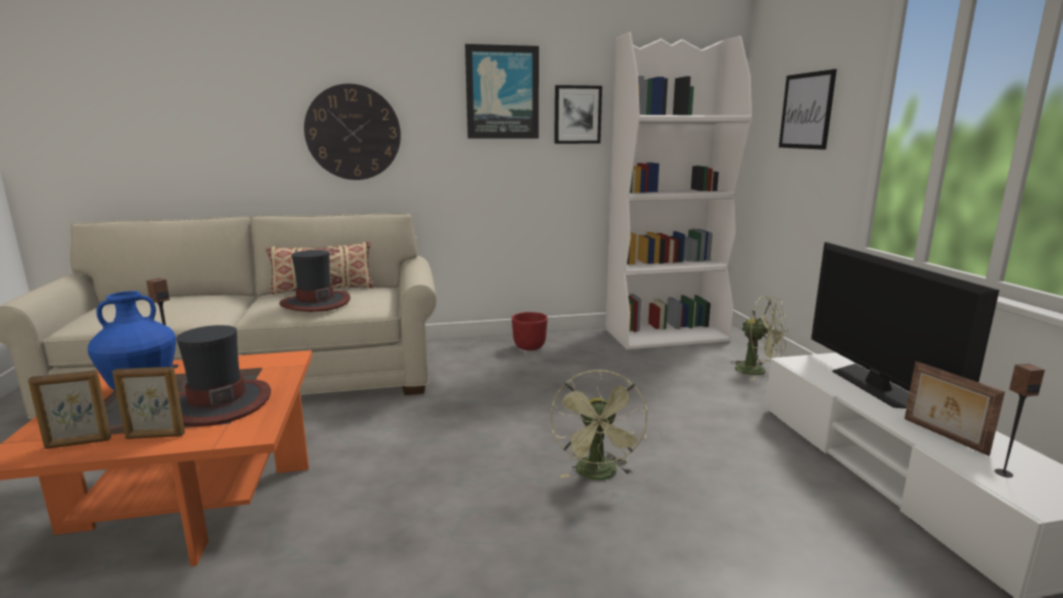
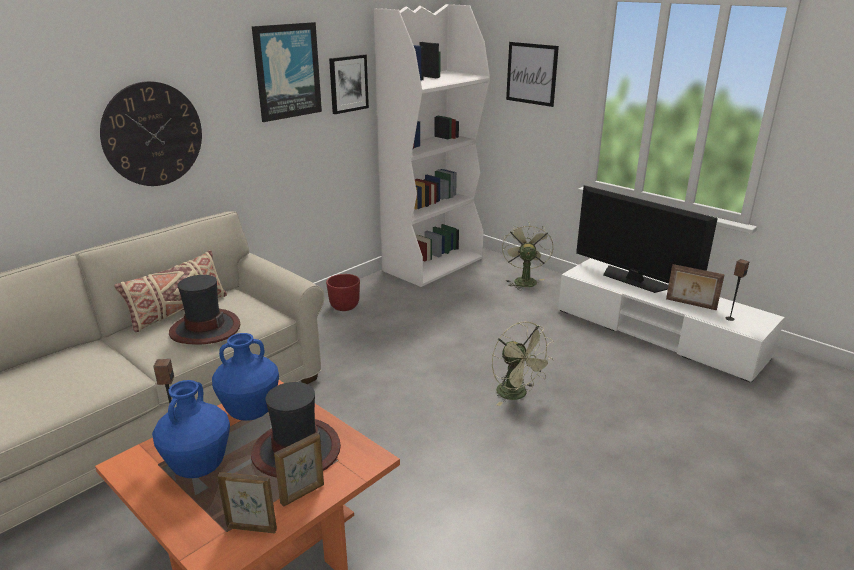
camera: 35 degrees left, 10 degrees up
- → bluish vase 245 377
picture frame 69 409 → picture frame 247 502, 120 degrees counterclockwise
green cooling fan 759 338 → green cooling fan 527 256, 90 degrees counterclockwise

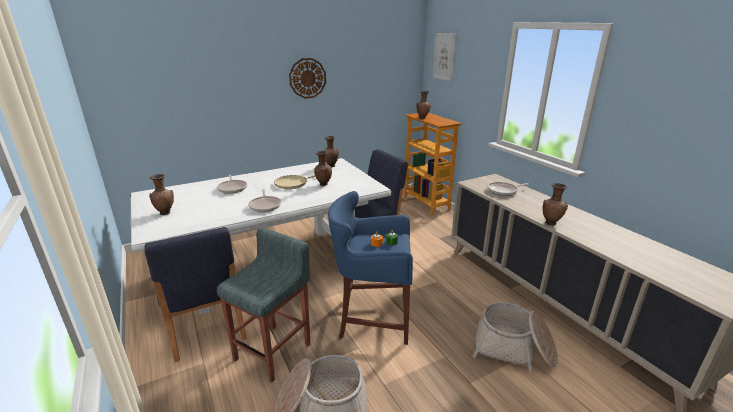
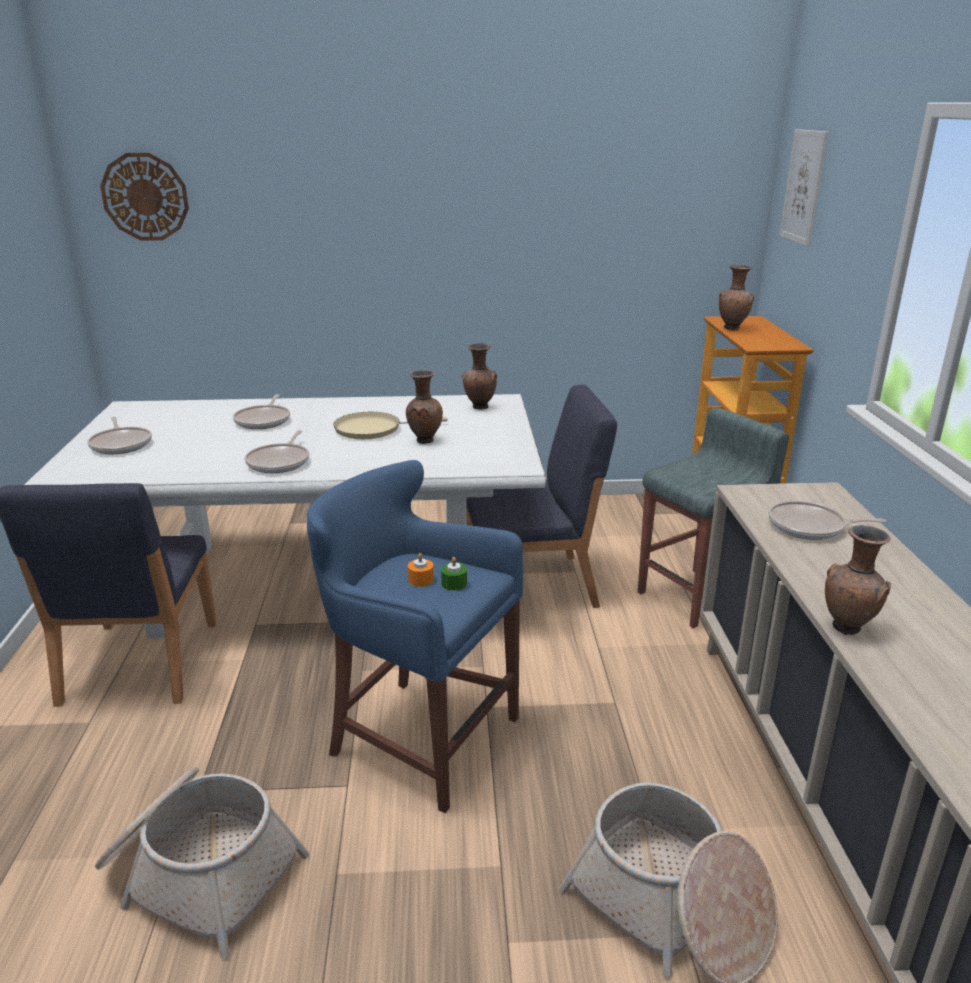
camera: 25 degrees right, 0 degrees up
brown-coloured vase 161 194 → frying pan 119 435
wall clock 307 78 → wall clock 144 197, shifted
grey stool seat 264 305 → grey stool seat 713 518, shifted

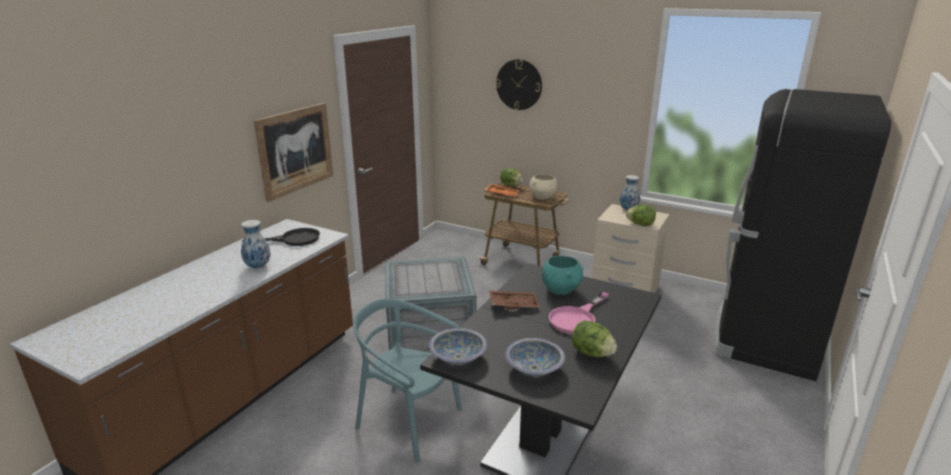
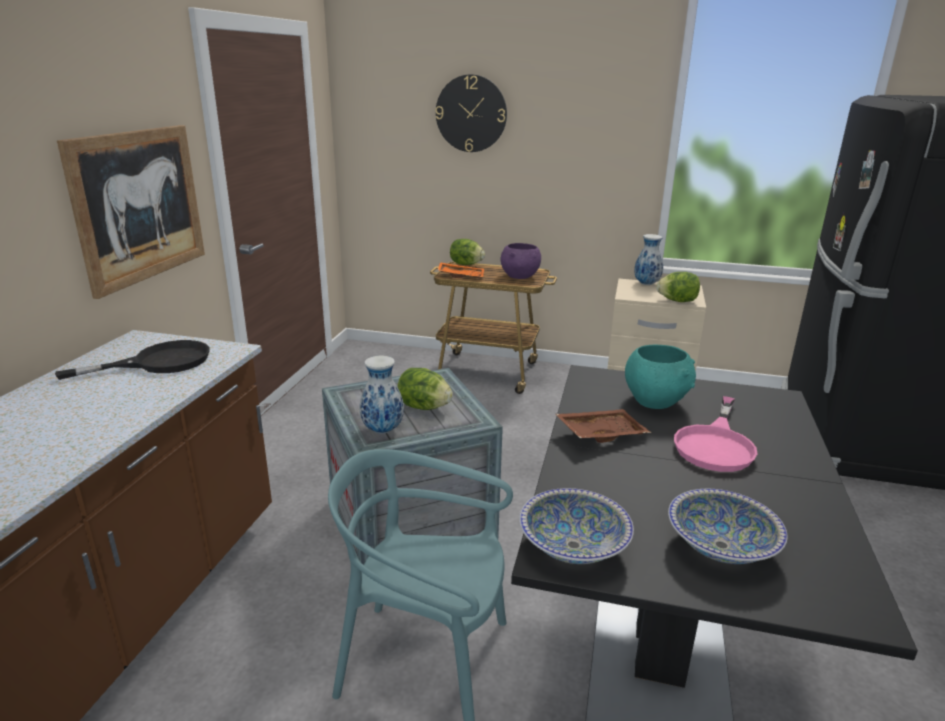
camera: 15 degrees left, 0 degrees up
vase 256 244 → vase 382 394, shifted
lettuce 594 338 → lettuce 425 389, shifted
beige deep dish 543 186 → purple deep dish 521 261

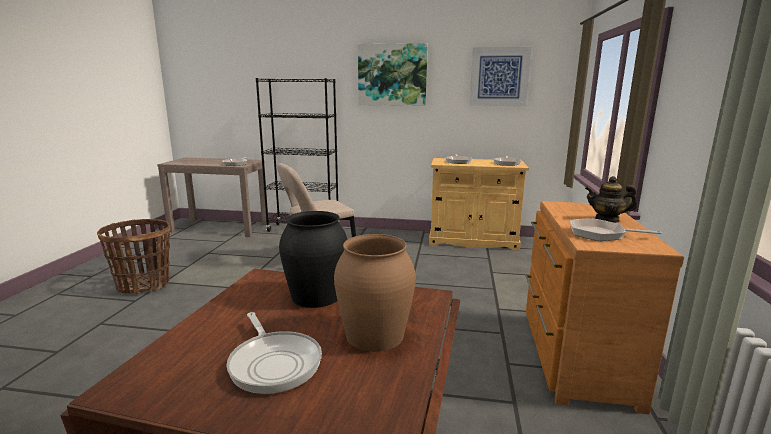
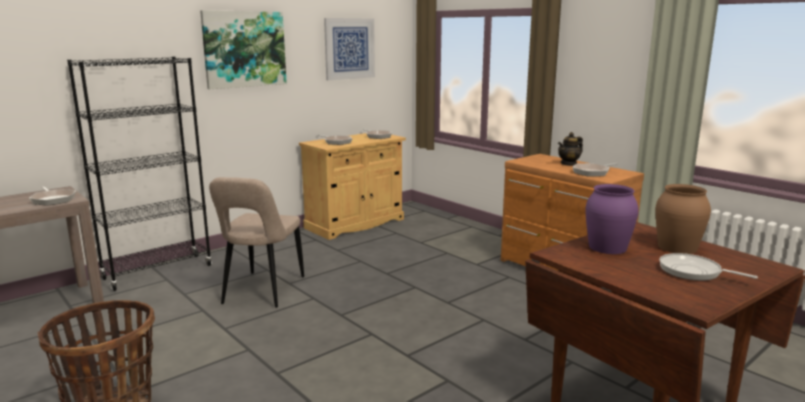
camera: 50 degrees left, 0 degrees up
black vase 313 259 → purple vase 612 219
frying pan 274 353 → frying pan 708 267, 150 degrees counterclockwise

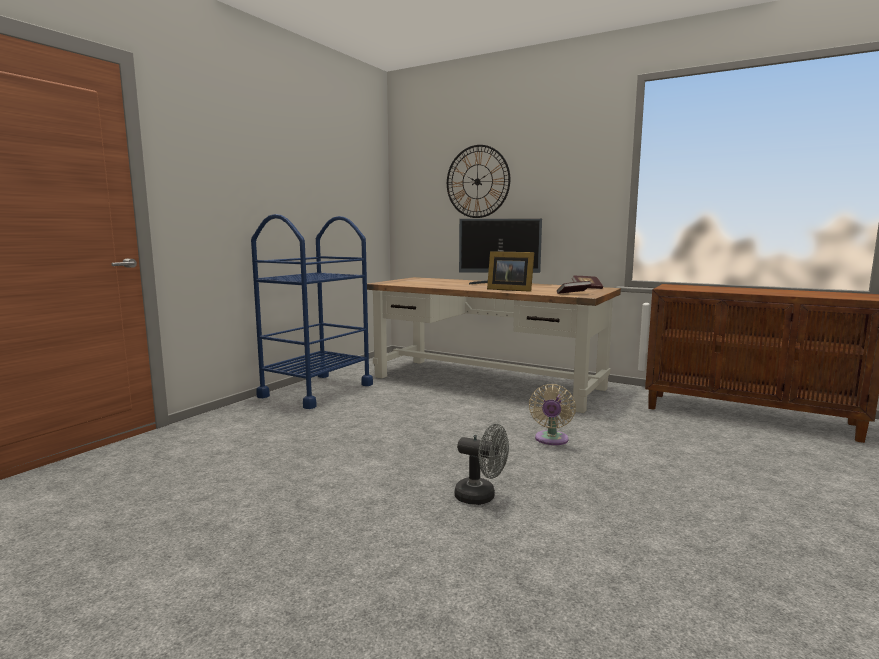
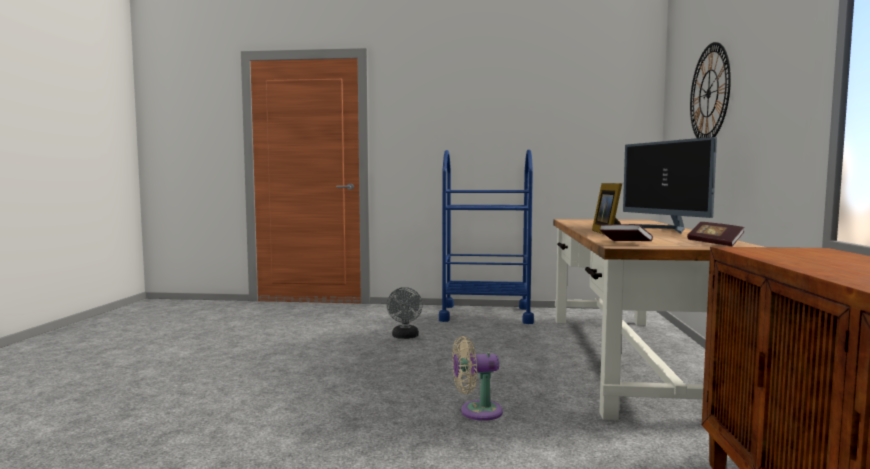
camera: 65 degrees right, 5 degrees down
grey cooling fan 481 464 → grey cooling fan 405 313, shifted

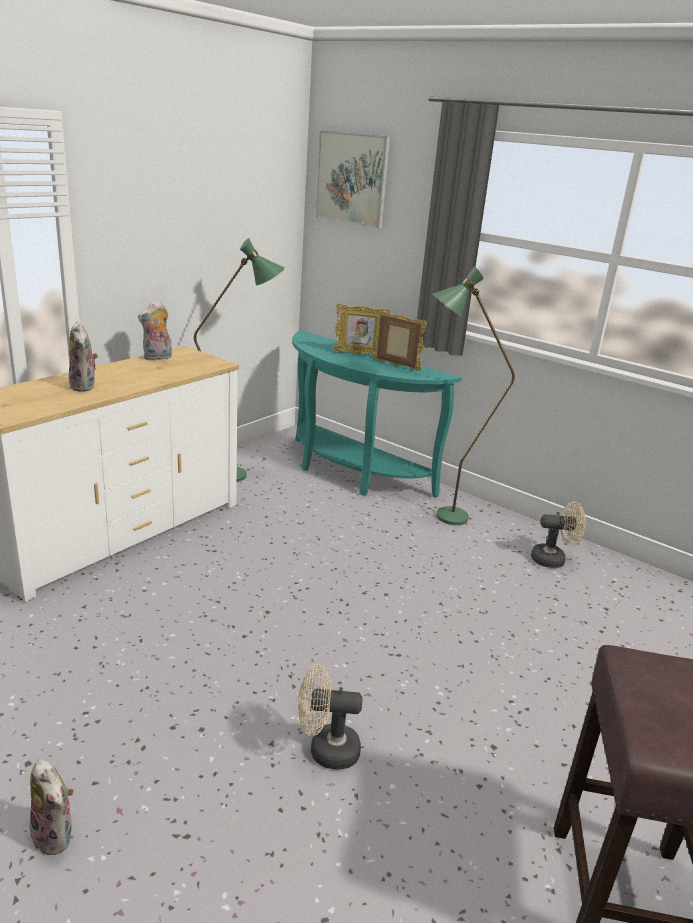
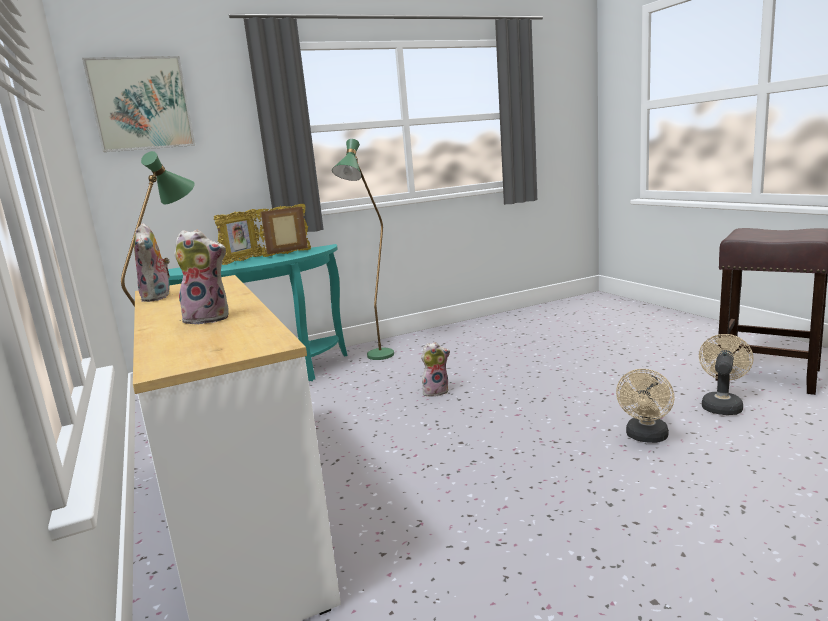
camera: 60 degrees left, 10 degrees down
plush toy 51 807 → plush toy 435 369, shifted
beige cooling fan 558 534 → beige cooling fan 726 374, shifted

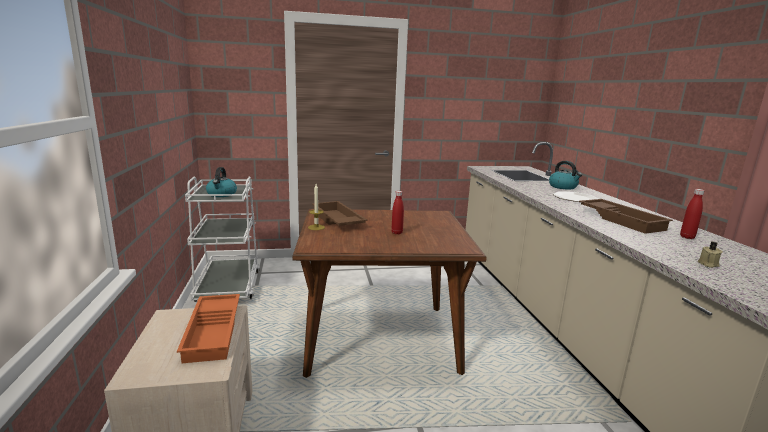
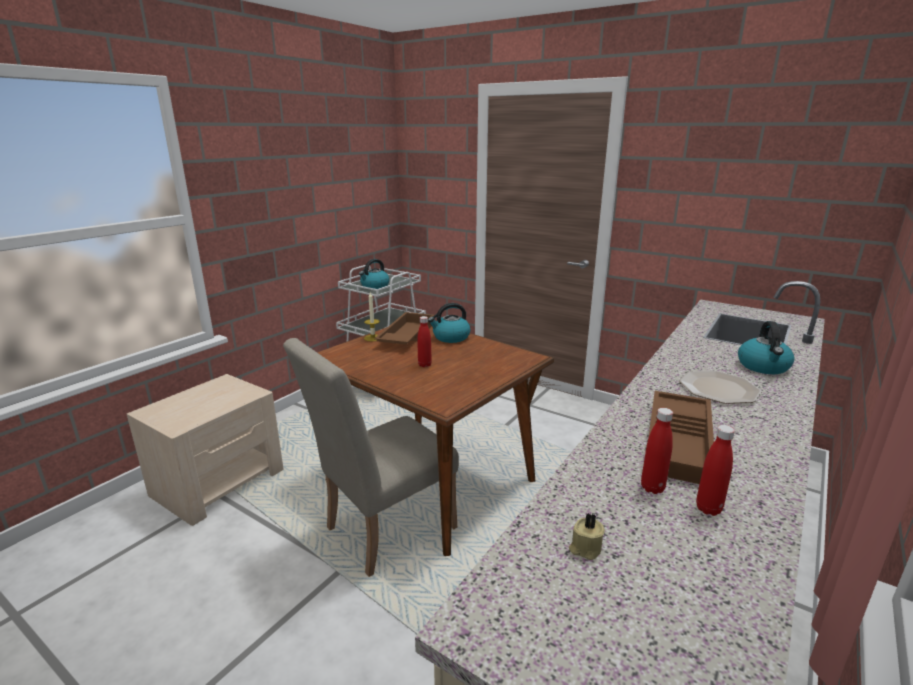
camera: 45 degrees right, 5 degrees up
- → beige upright chair 371 457
- → tea kettle 449 323
- → red-coloured drink bottle 657 451
orange-coloured carrying tray 208 328 → -

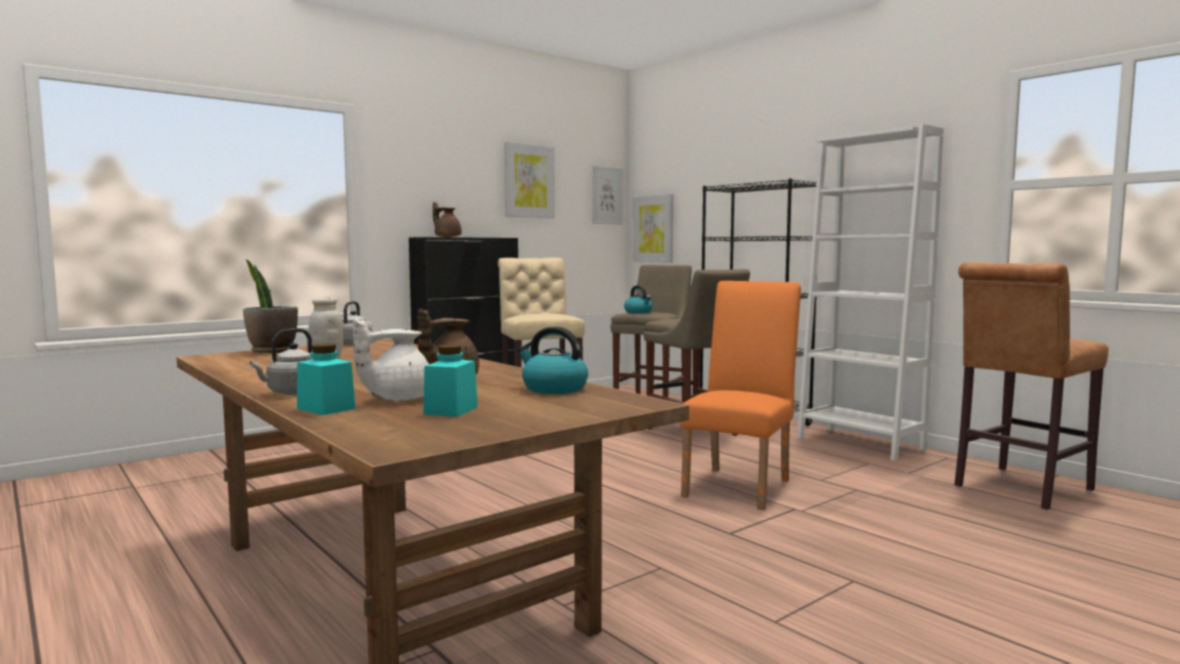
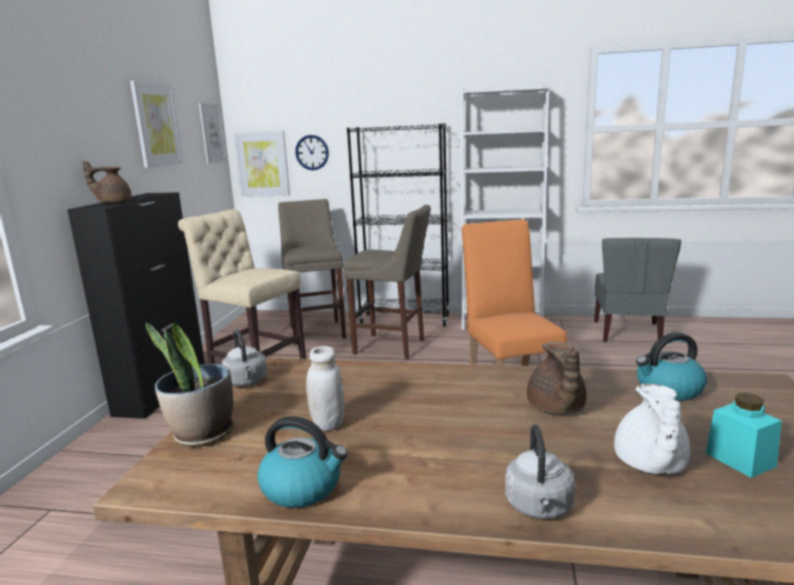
camera: 40 degrees left, 10 degrees up
tea kettle 638 299 → tea kettle 302 462, shifted
- → wall clock 312 152
brown-coloured stool seat 1031 386 → grey upright chair 637 290
turquoise-coloured storage jar 326 379 → -

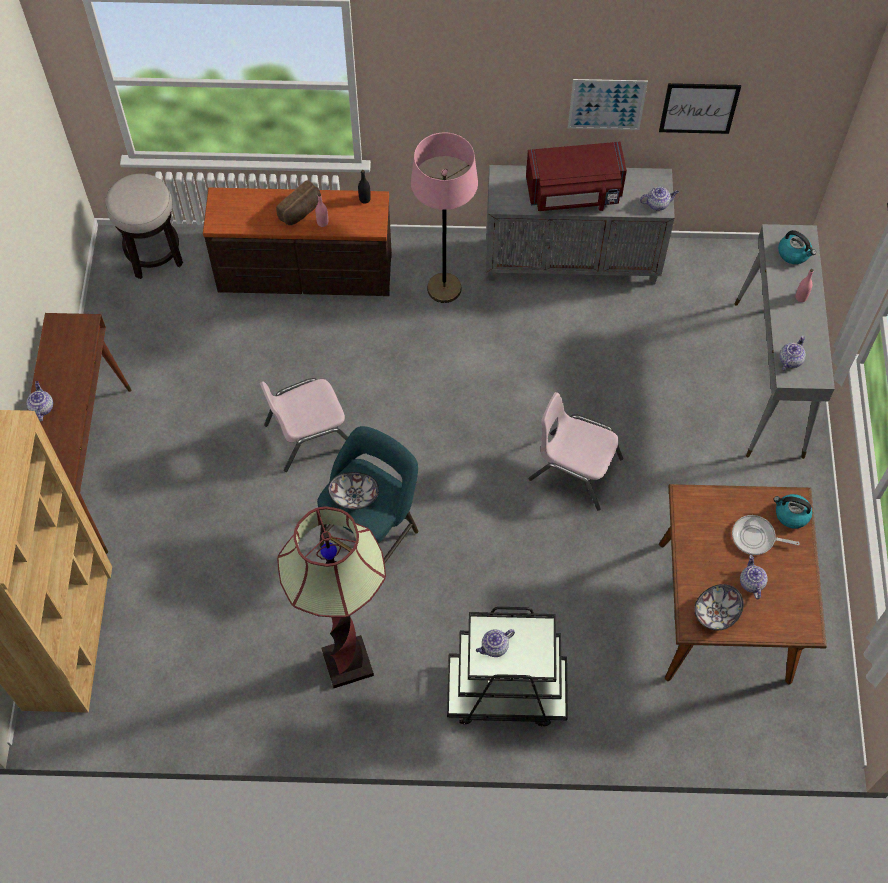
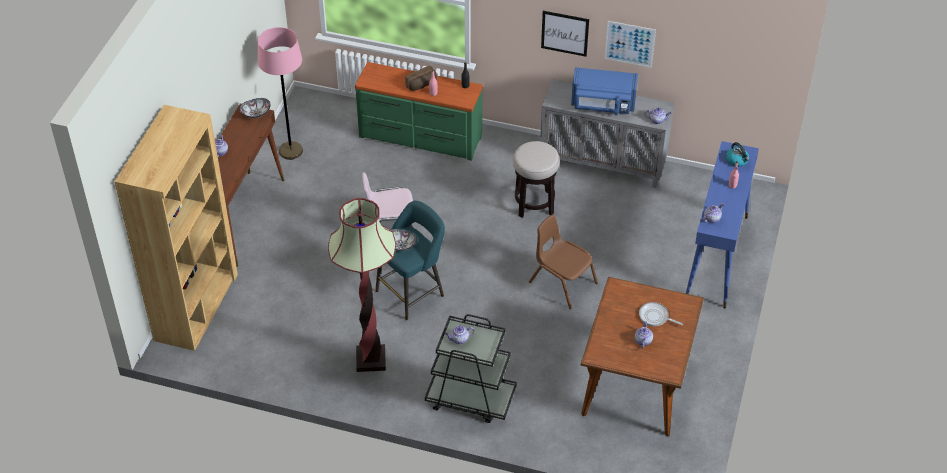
camera: 15 degrees right, 15 degrees down
deep dish 719 607 → deep dish 254 108, shifted
pink-coloured standard lamp 444 217 → pink-coloured standard lamp 280 93, shifted
brown-coloured chest of drawers 297 242 → green chest of drawers 419 111
stool seat 144 226 → stool seat 536 179, shifted
pink-coloured upright chair 576 451 → brown-coloured upright chair 563 262
picture 700 108 → picture 565 34, shifted
red-coloured microwave oven 576 176 → bluish microwave oven 604 91
grey console table 785 341 → bluish console table 722 225
tea kettle 792 511 → -

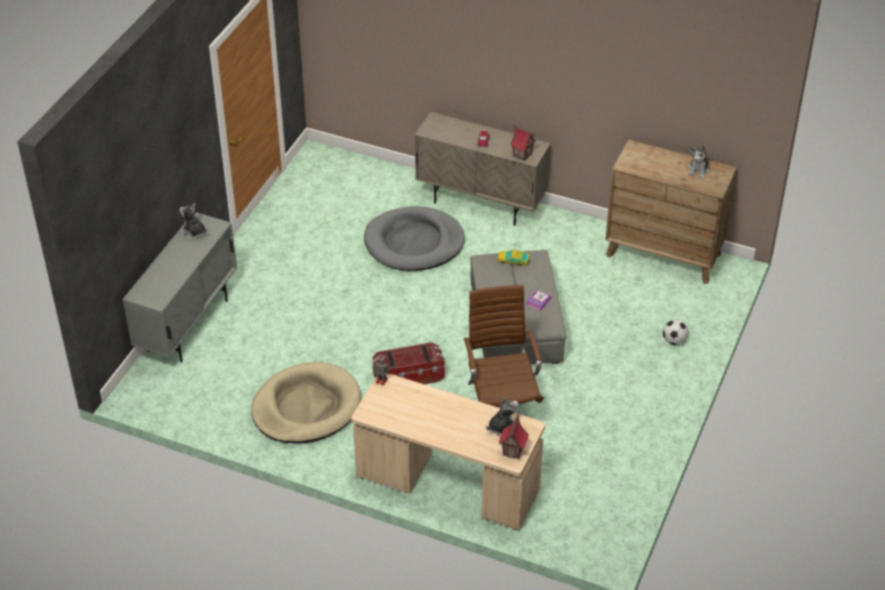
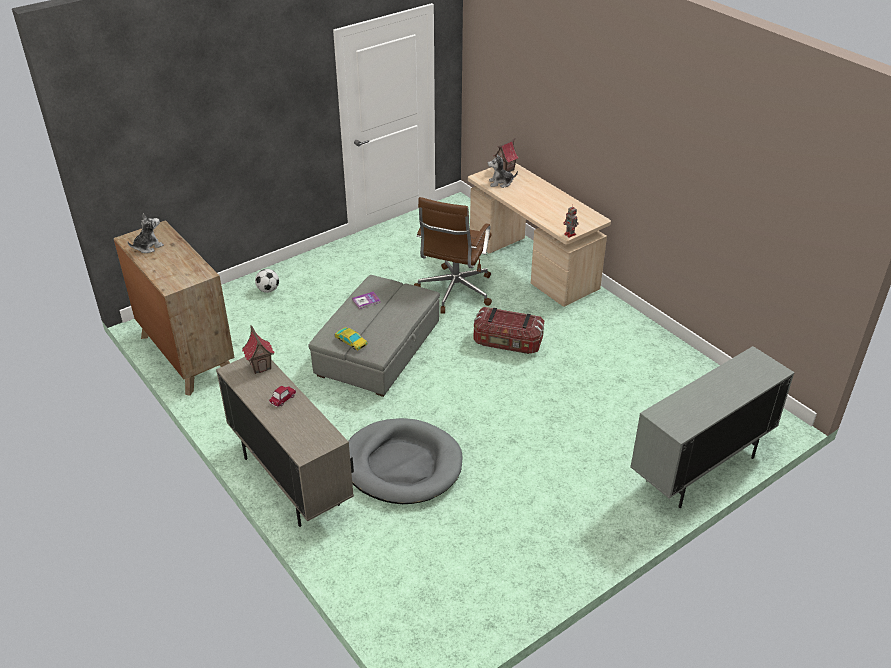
camera: 150 degrees left, 5 degrees down
plush toy 193 221 → -
beige pet bed 306 403 → -

